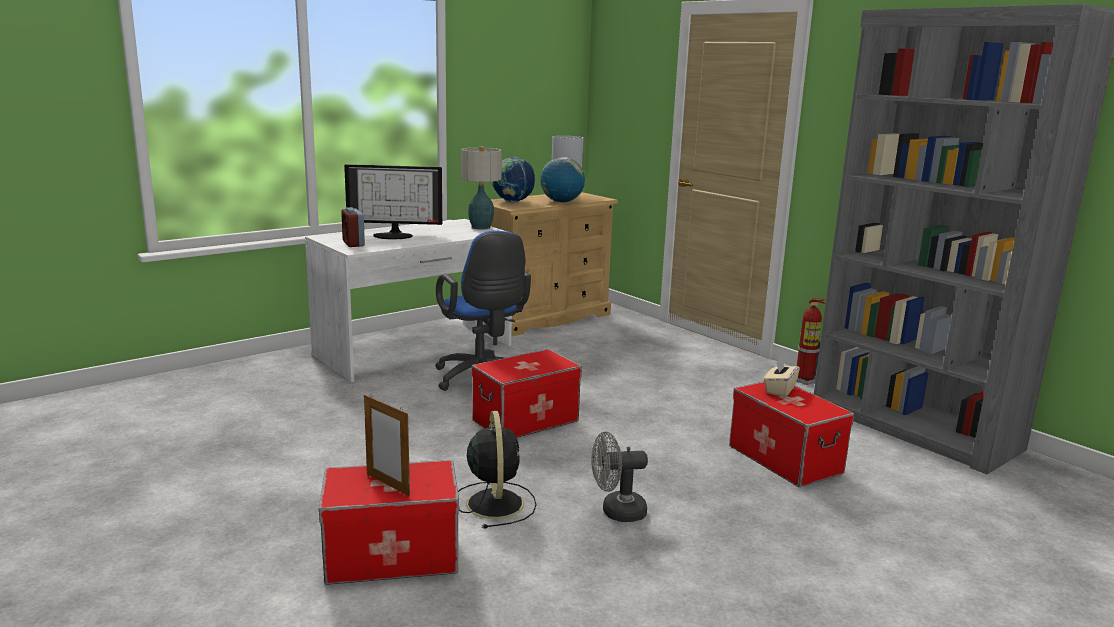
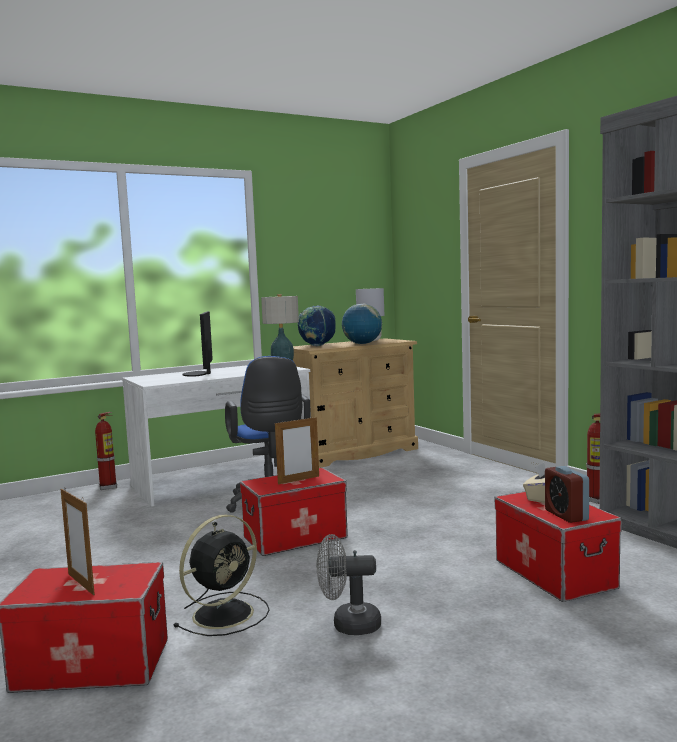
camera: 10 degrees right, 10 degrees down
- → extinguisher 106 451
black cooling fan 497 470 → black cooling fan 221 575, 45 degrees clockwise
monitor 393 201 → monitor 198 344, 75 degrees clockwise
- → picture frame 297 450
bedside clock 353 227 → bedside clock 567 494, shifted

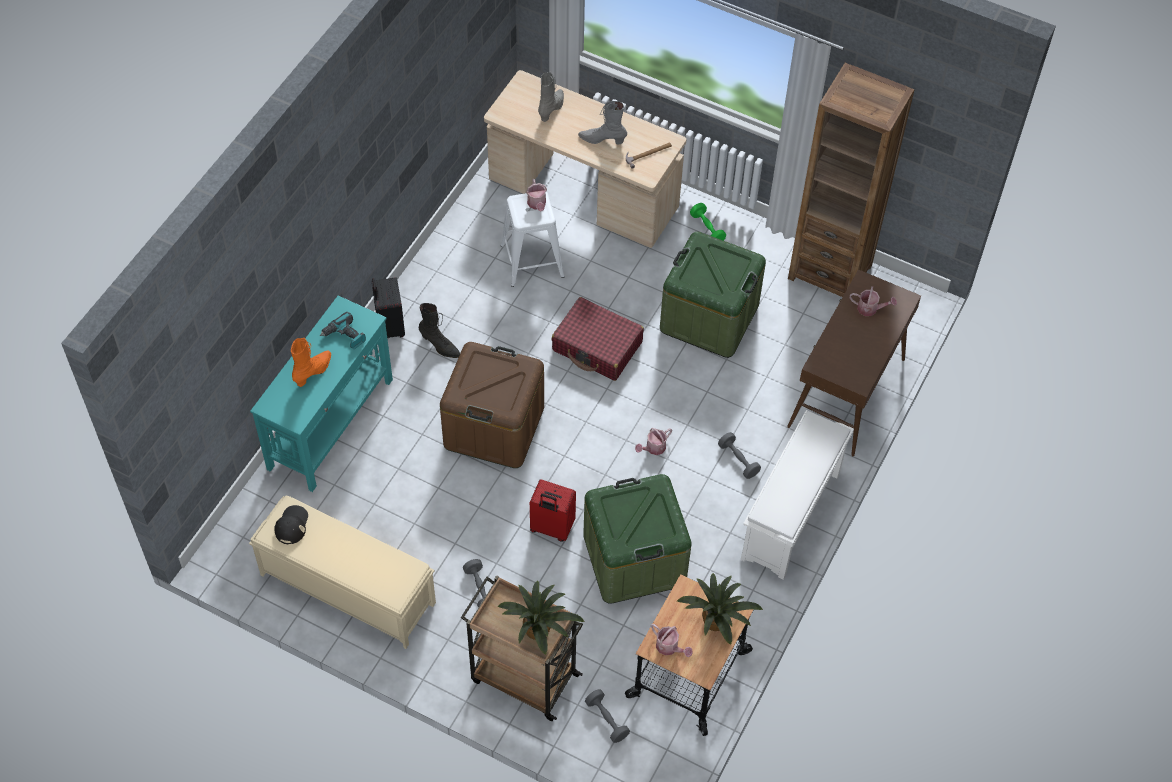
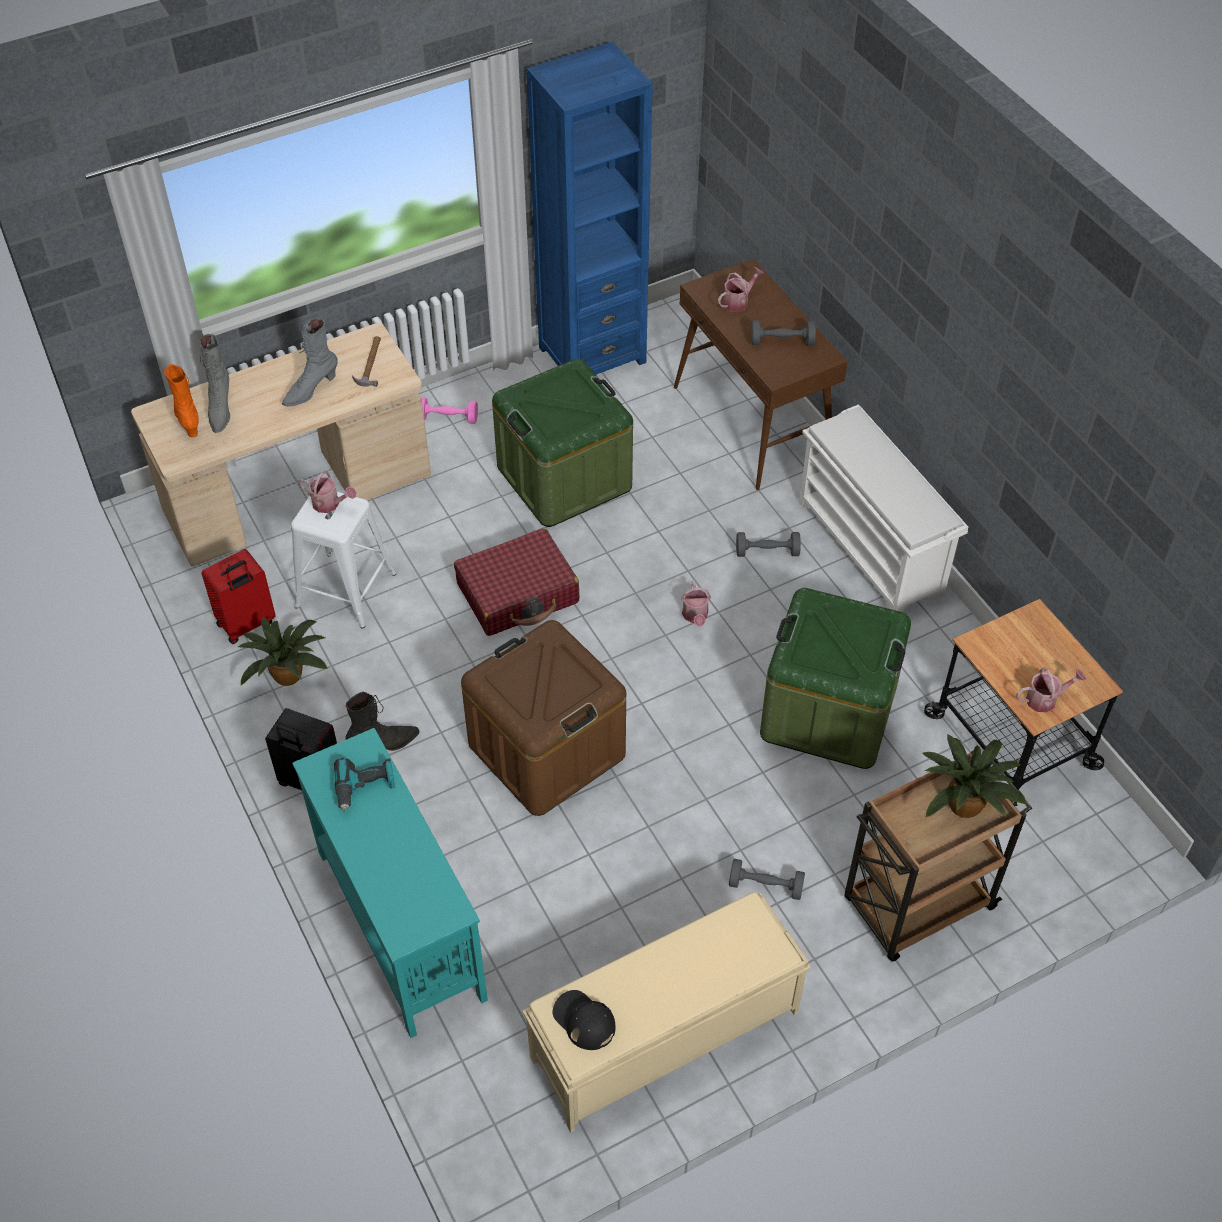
camera: 55 degrees left, 5 degrees down
orange-coloured tall boot 311 362 → orange-coloured tall boot 181 400, shifted
grey tall boot 551 97 → grey tall boot 215 383, 150 degrees counterclockwise
red-coloured piece of luggage 553 510 → red-coloured piece of luggage 238 596, shifted
potted plant 720 609 → potted plant 283 651, shifted
green hand weight 708 222 → pink-coloured hand weight 449 410
brown-coloured bookcase 851 180 → bluish bookcase 589 208
grey hand weight 607 716 → grey hand weight 783 333, shifted

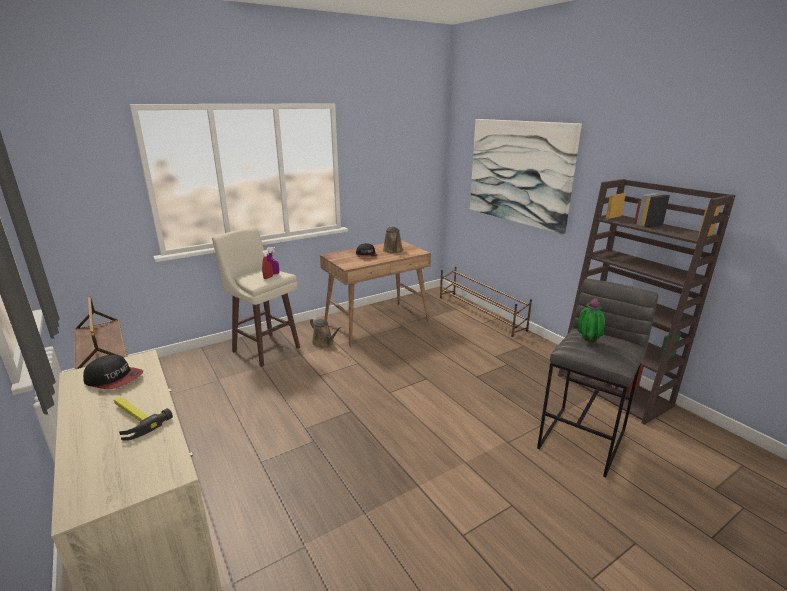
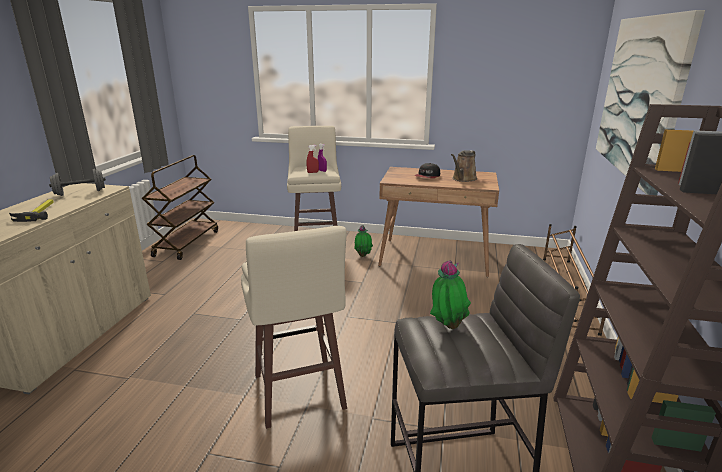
camera: 45 degrees right, 0 degrees up
cap 113 372 → grey hand weight 77 182
- → beige stool seat 294 327
brown-coloured watering pot 326 333 → potted plant 363 241

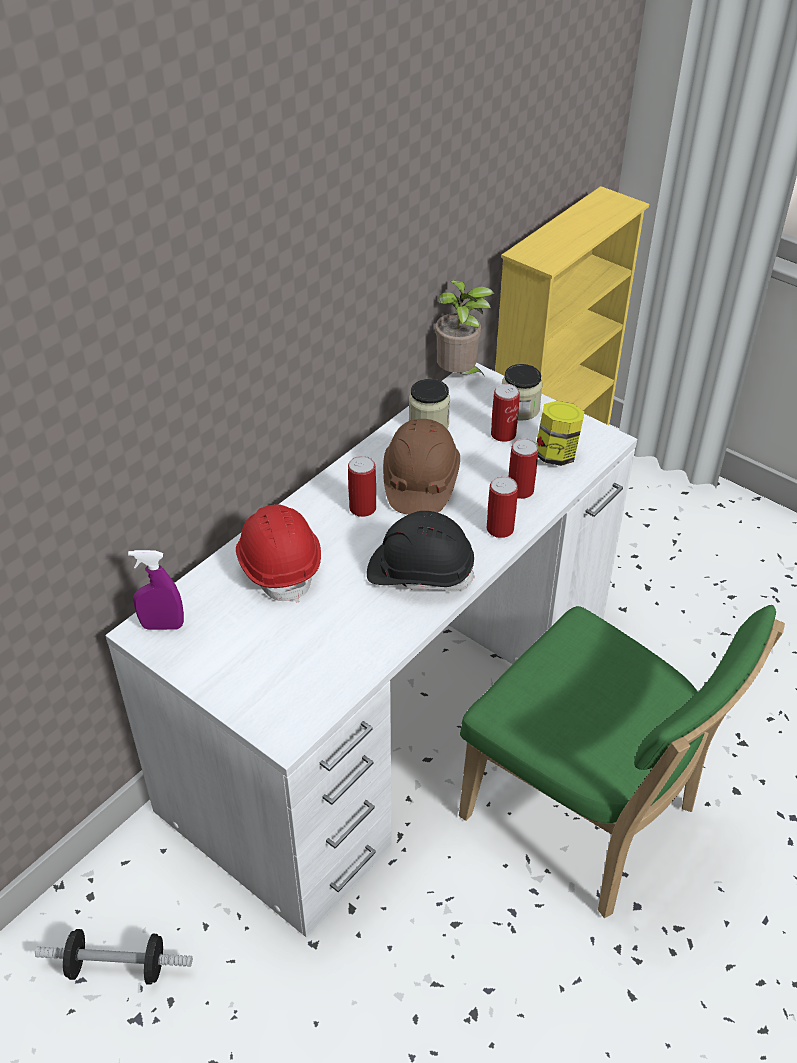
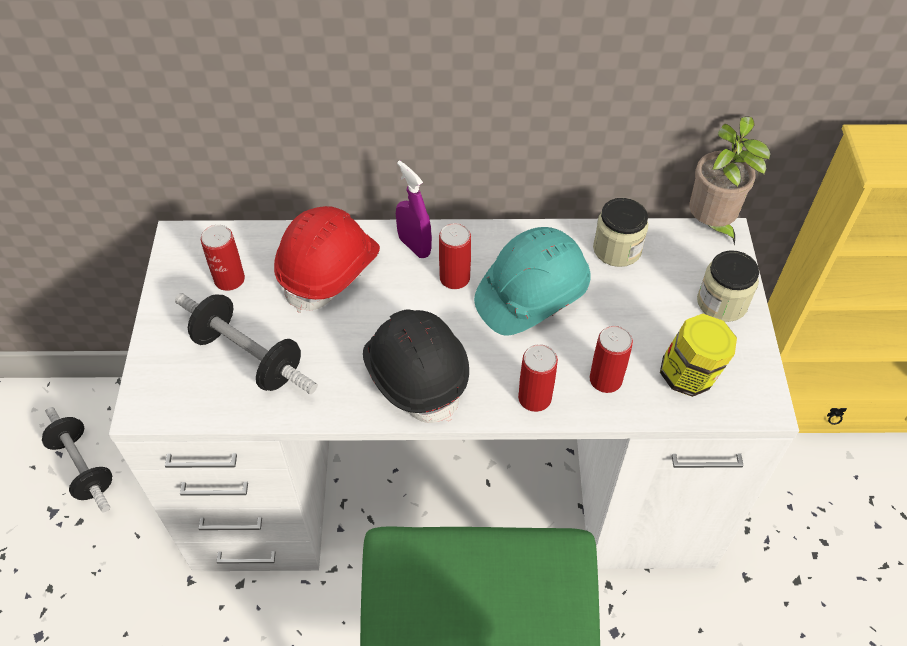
camera: 50 degrees right, 10 degrees up
- → hand weight 246 343
sealed can 505 413 → sealed can 223 258, shifted
purple spray bottle 156 590 → purple spray bottle 414 209, shifted
brown-coloured safety helmet 421 467 → turquoise-coloured safety helmet 532 281

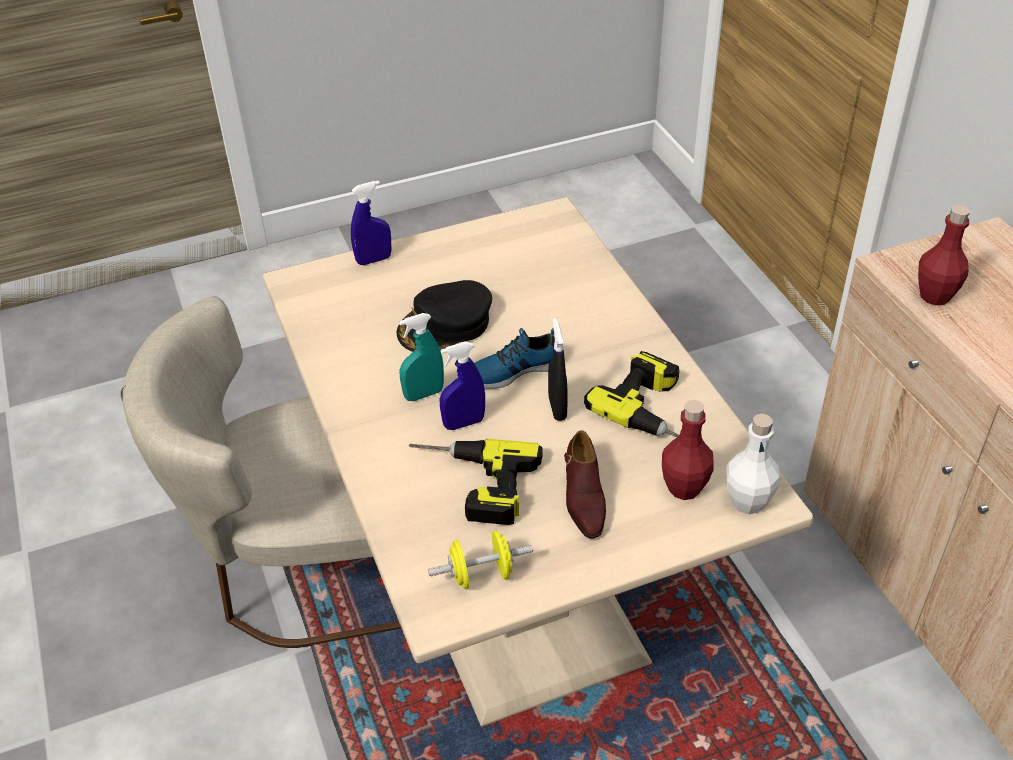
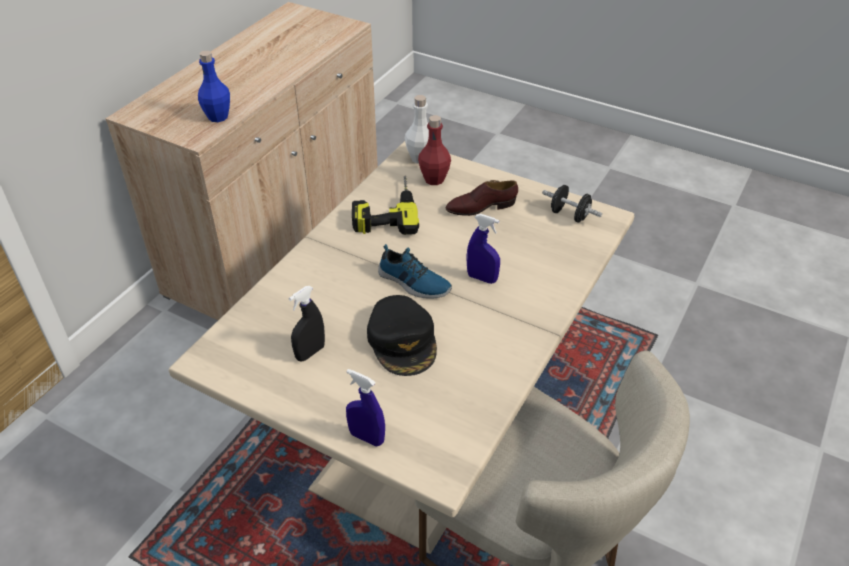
camera: 130 degrees left, 0 degrees up
red-coloured drink bottle 944 255 → bluish drink bottle 214 86
black spray bottle 558 369 → black spray bottle 307 324, shifted
black cap 444 316 → black cap 402 335, 60 degrees clockwise
brown-coloured shoe 585 484 → brown-coloured shoe 482 198, 150 degrees counterclockwise
yellow hand weight 480 560 → black hand weight 572 204
turquoise-coloured spray bottle 421 357 → -
drill 476 482 → -

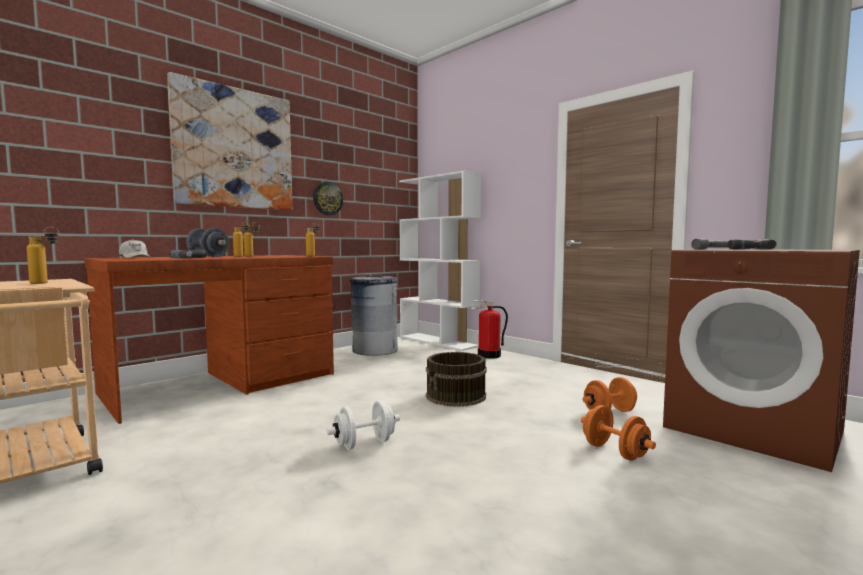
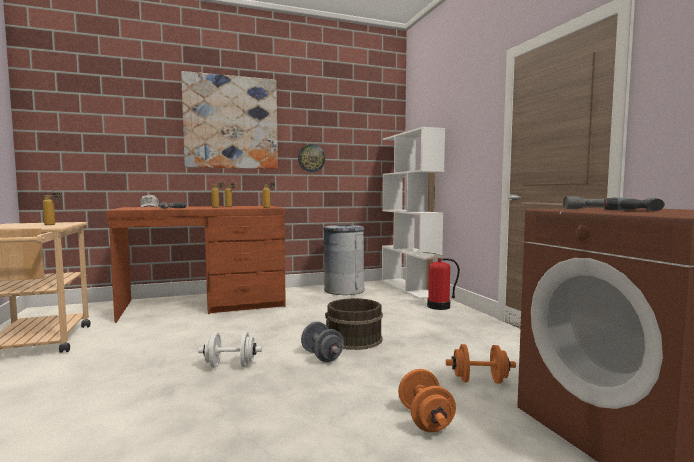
camera: 25 degrees right, 0 degrees up
grey hand weight 208 242 → grey hand weight 322 342, shifted

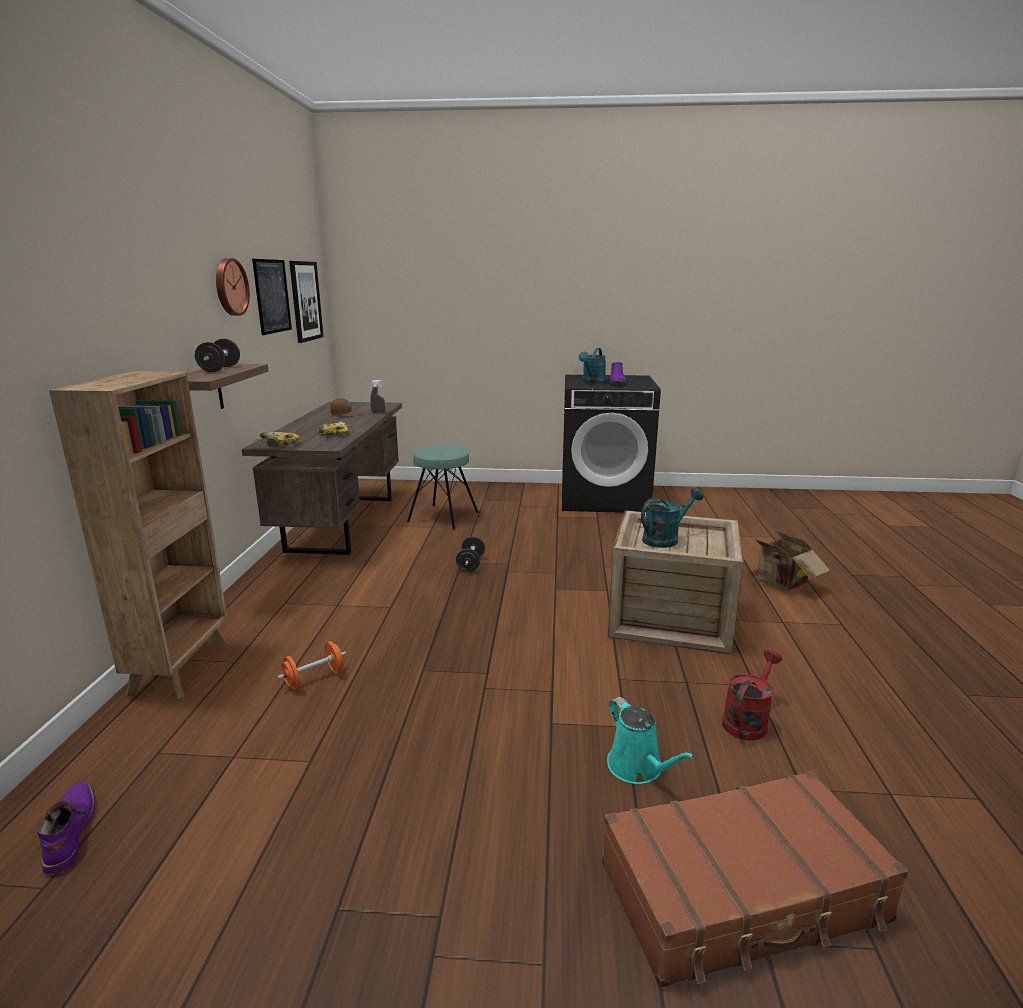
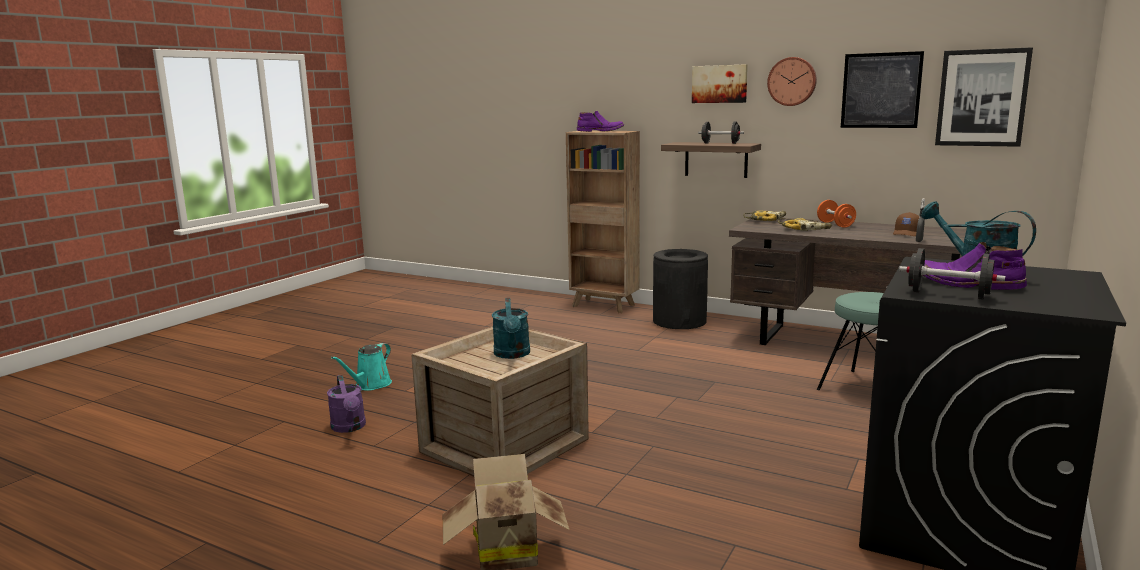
camera: 115 degrees right, 5 degrees down
red-coloured watering pot 752 694 → purple watering pot 346 404
turquoise-coloured watering pot 651 740 → turquoise-coloured watering pot 361 367, 60 degrees counterclockwise
purple tall boot 66 828 → purple tall boot 600 121, shifted
- → black rubbish bin 680 289
- → picture 720 83
orange-coloured hand weight 311 665 → orange-coloured hand weight 836 214, shifted
black hand weight 470 554 → black hand weight 952 274, shifted
brown-coloured piece of luggage 755 879 → -

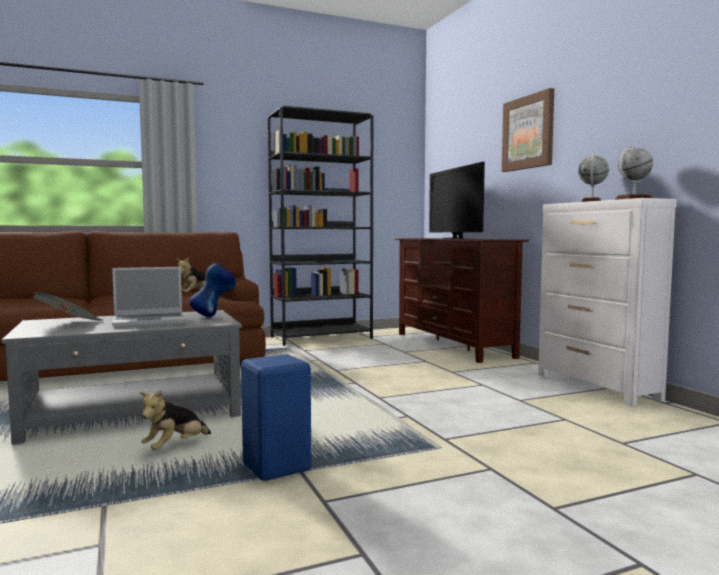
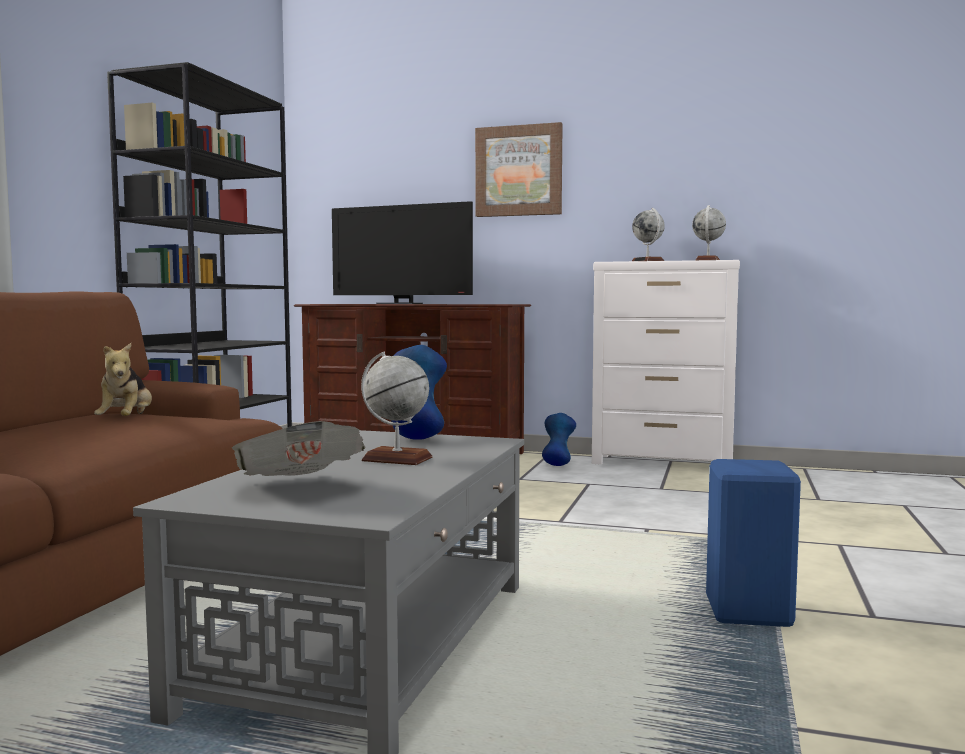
camera: 50 degrees left, 0 degrees up
laptop 148 297 → world globe 397 408
- → bluish vase 559 439
plush toy 175 420 → -

